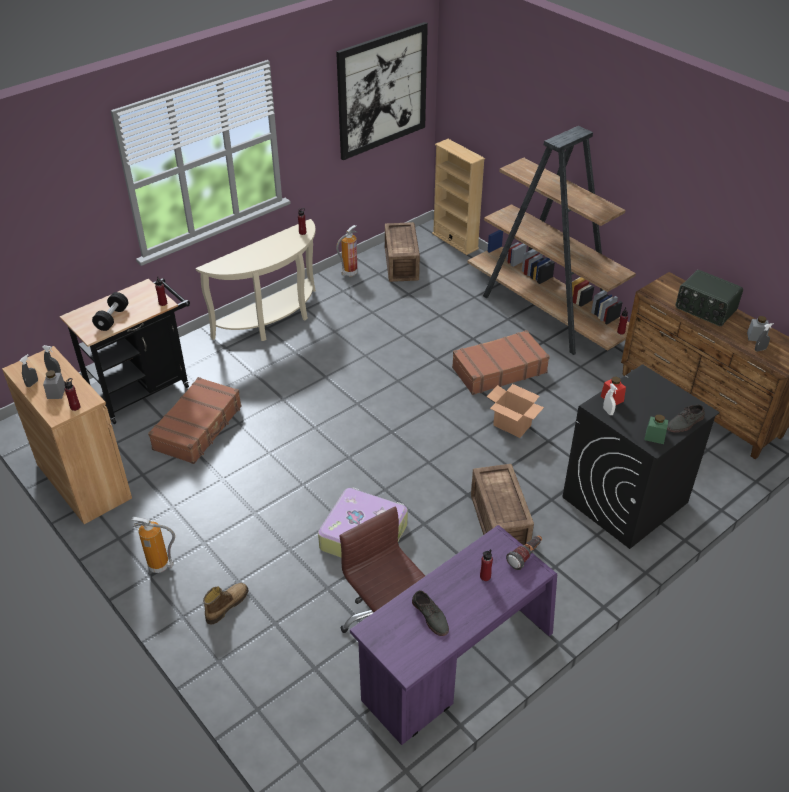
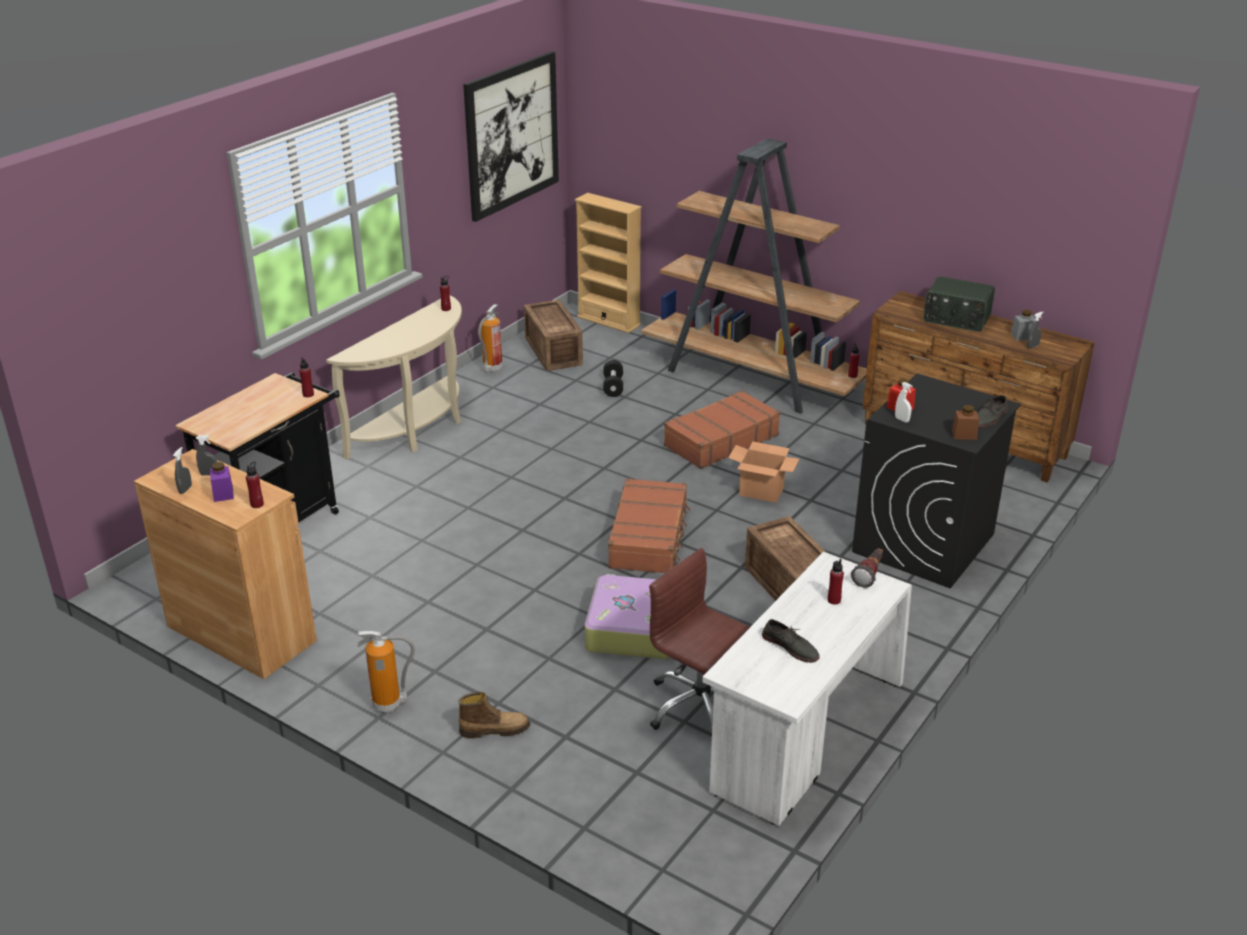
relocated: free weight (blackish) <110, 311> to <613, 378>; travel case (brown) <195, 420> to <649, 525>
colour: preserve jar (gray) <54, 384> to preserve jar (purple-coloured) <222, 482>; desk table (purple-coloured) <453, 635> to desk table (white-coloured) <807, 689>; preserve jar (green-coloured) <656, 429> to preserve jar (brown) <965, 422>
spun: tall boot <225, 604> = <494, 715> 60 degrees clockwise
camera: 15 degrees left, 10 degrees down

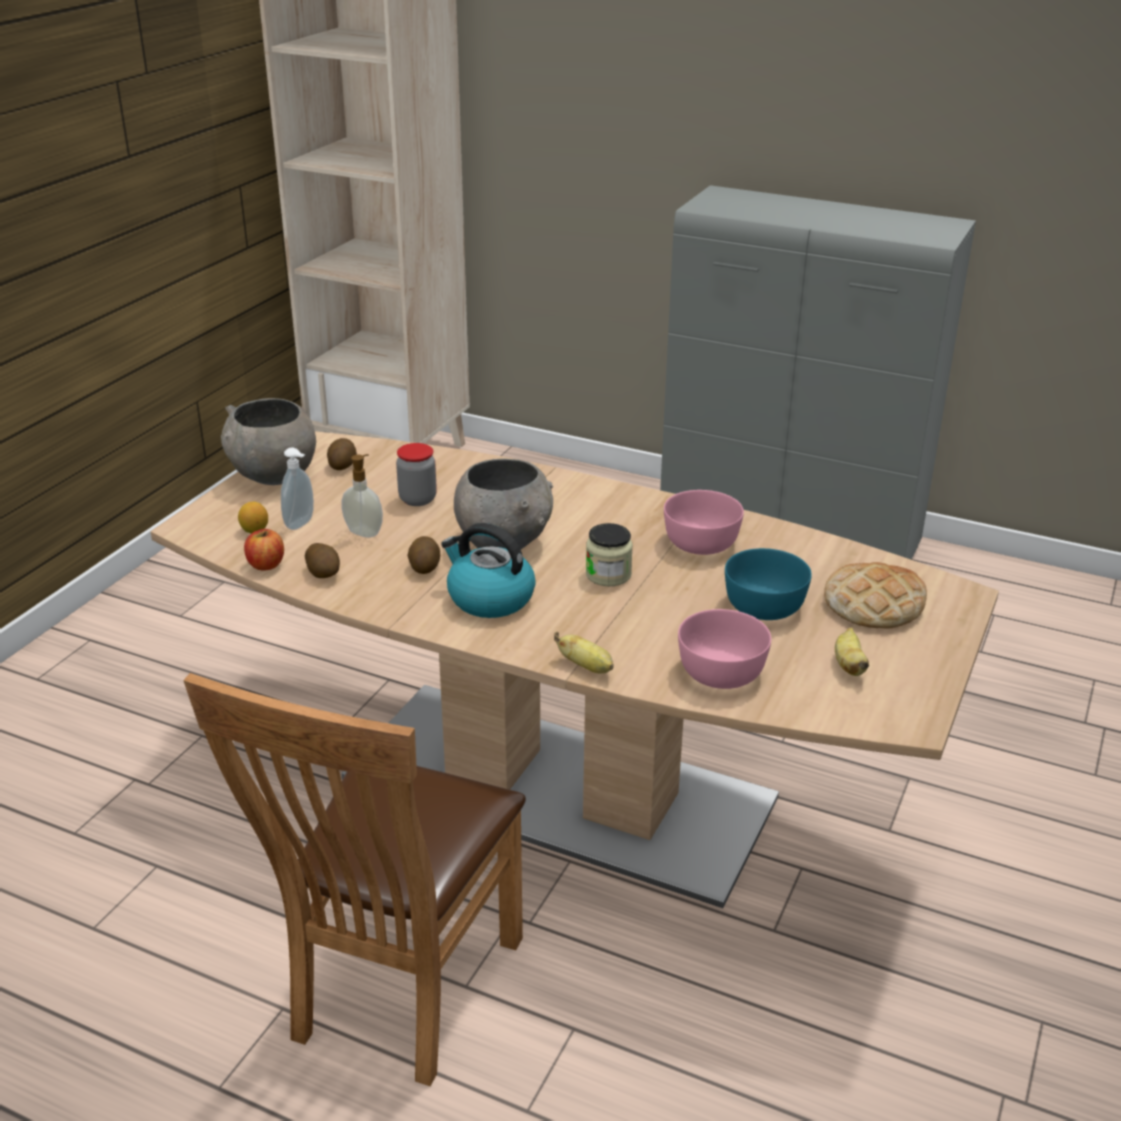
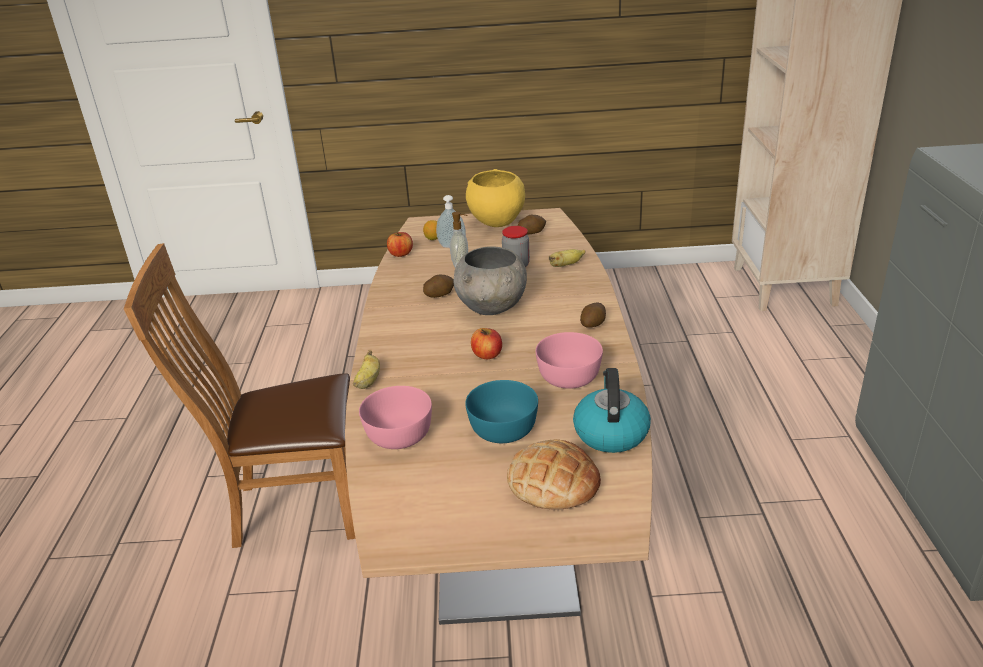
relocated: whole potato <322, 560> to <593, 315>; water kettle <488, 570> to <612, 410>; banana <852, 651> to <567, 258>
exchanged: preserve jar <609, 554> to whole apple <486, 343>
colour: deep dish (gray) <268, 441> to deep dish (yellow) <495, 198>
camera: 65 degrees right, 0 degrees up

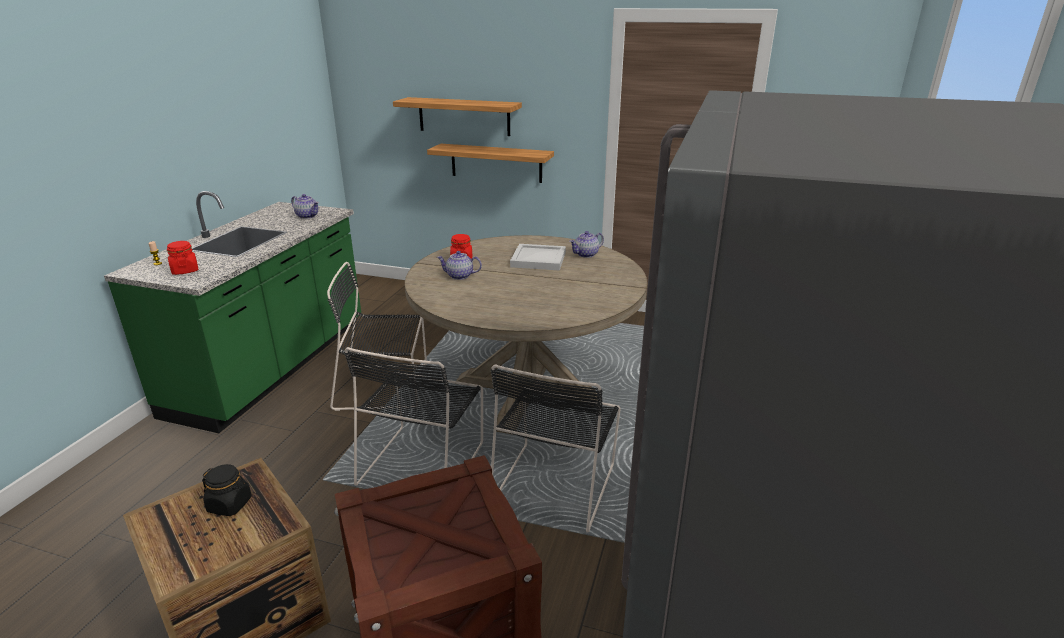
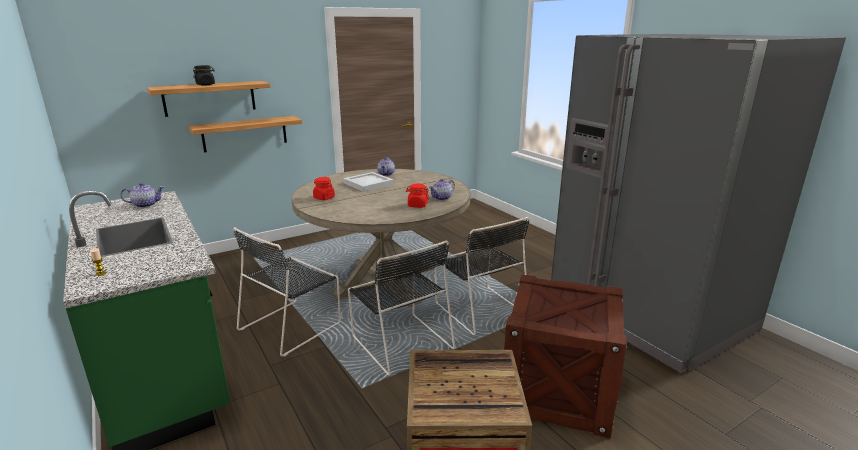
relocated: preserve jar (reddish) <182, 258> to <417, 196>; preserve jar (blackish) <227, 490> to <204, 75>; pot for tea <459, 265> to <442, 189>
camera: 50 degrees left, 5 degrees down

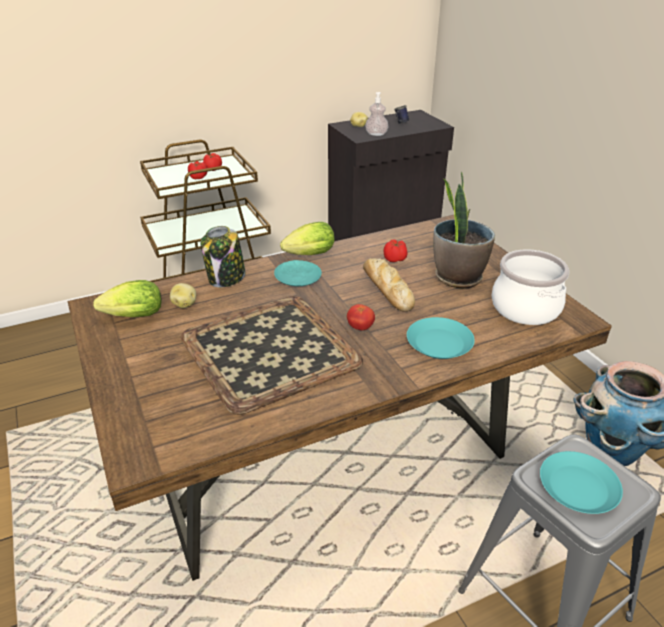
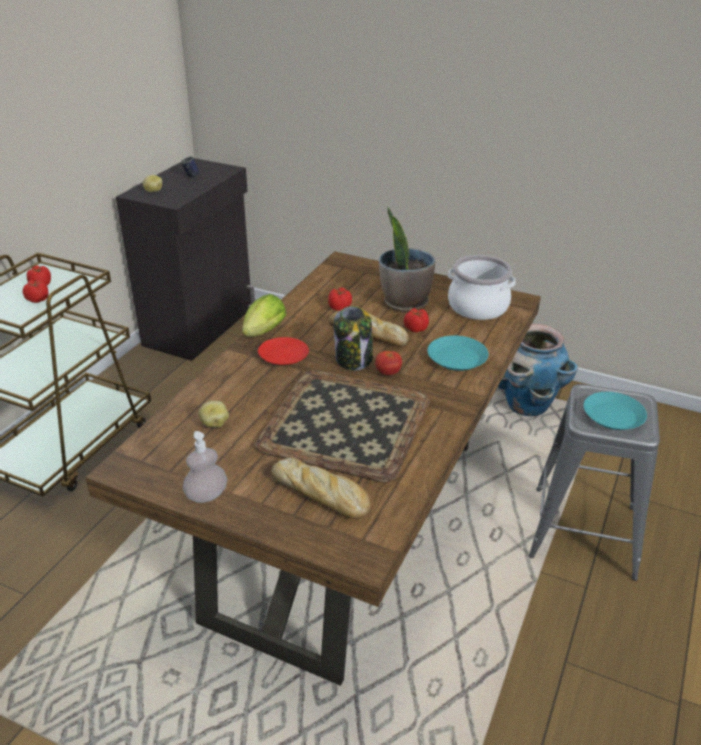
missing: lettuce head <127, 298>
appeared: baked bread <321, 488>; whole tomato <416, 320>
relocated: preserve jar <223, 256> to <353, 338>; soap bottle <377, 114> to <205, 467>
colour: plate (blue-green) <298, 273> to plate (reddish) <283, 351>
camera: 40 degrees left, 0 degrees up

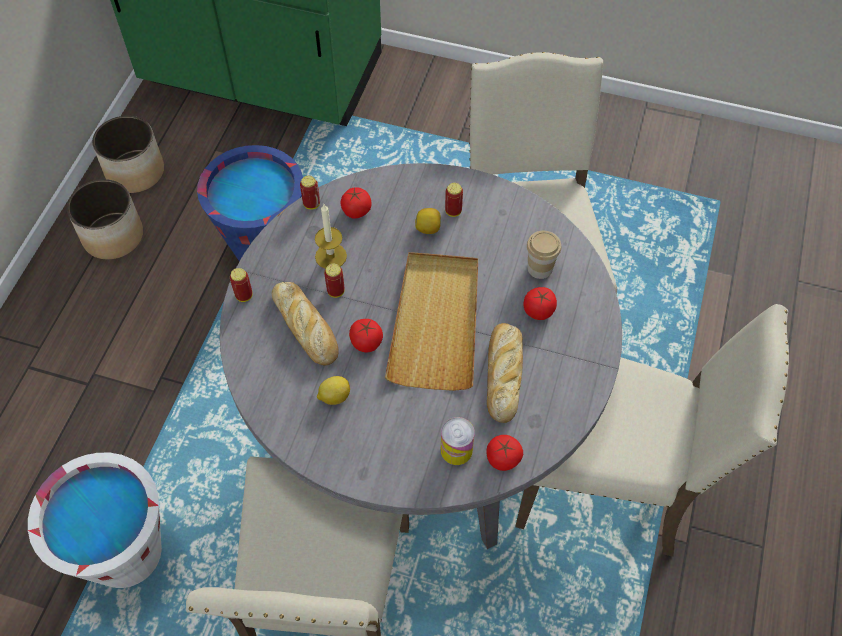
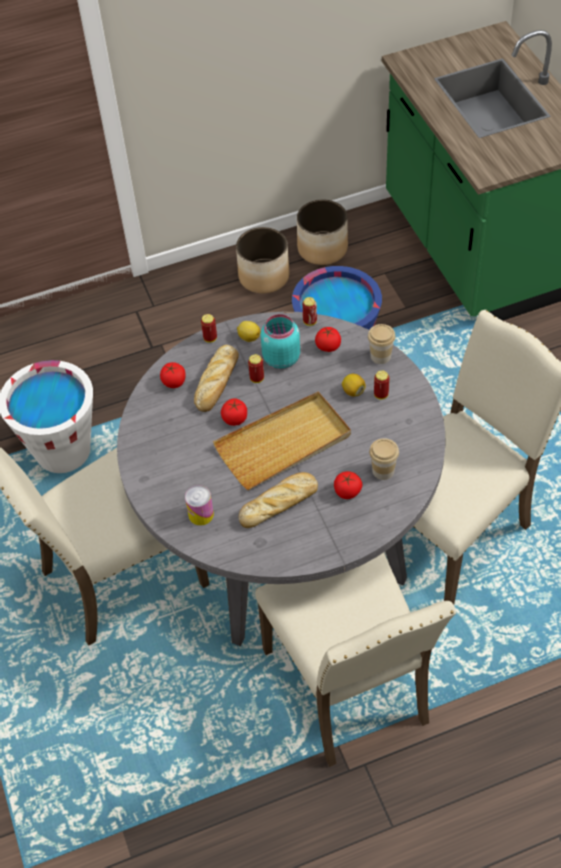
appeared: drinking cup <381, 344>
relocated: citrus fruit <333, 390> to <248, 331>; whole tomato <504, 453> to <173, 375>
exchanged: candle <331, 236> to preserve jar (blue-green) <280, 341>
camera: 55 degrees right, 5 degrees down

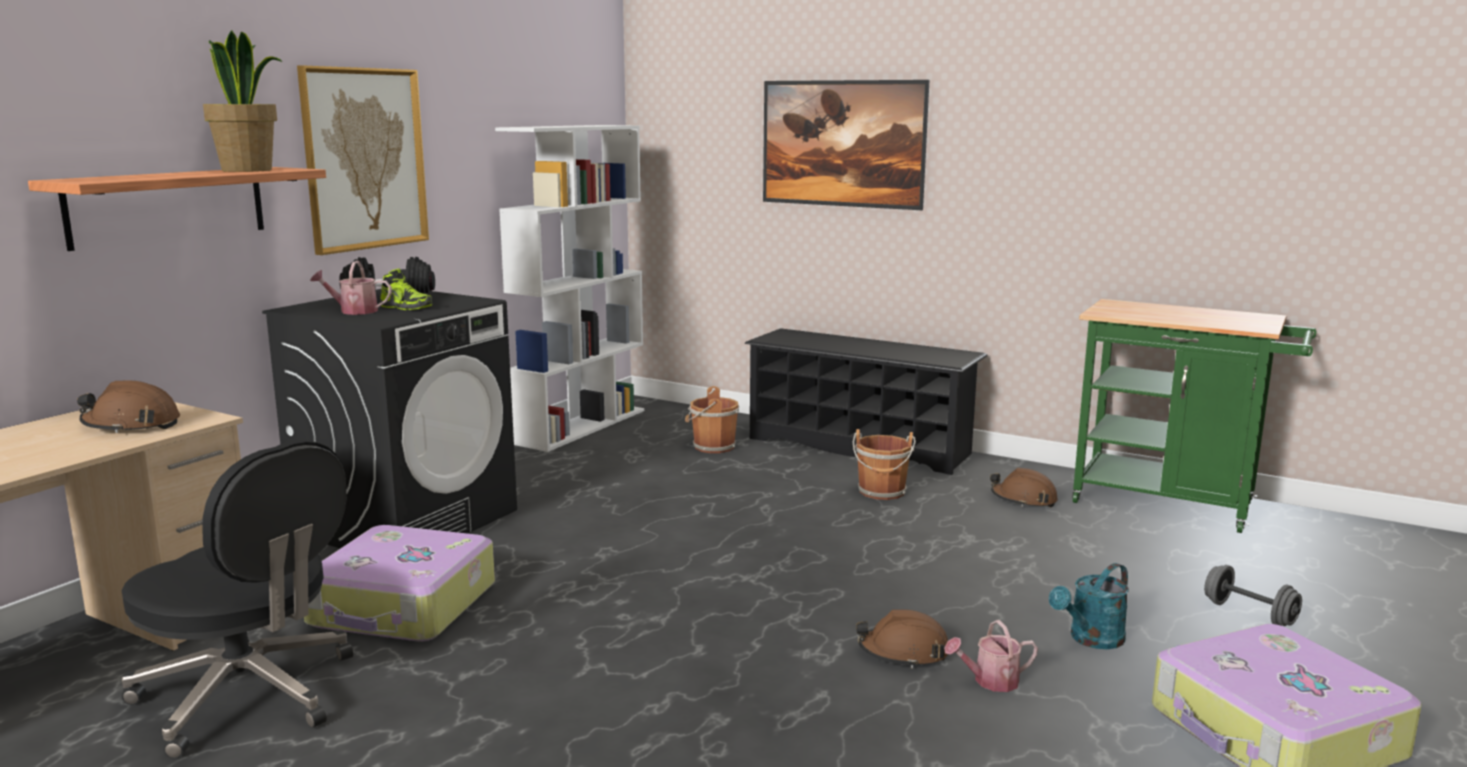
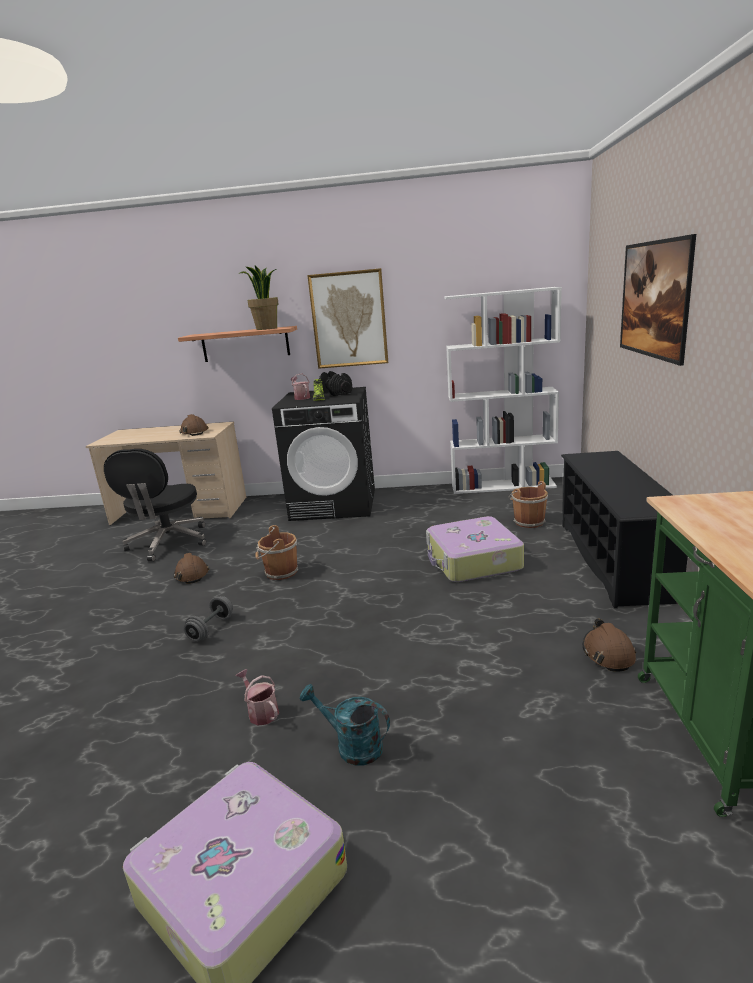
relocated: travel case <399, 583> to <475, 549>; bucket (brown) <884, 464> to <276, 552>; work helmet (brown) <902, 638> to <191, 568>; free weight (gray) <1253, 595> to <208, 618>
camera: 65 degrees right, 5 degrees up

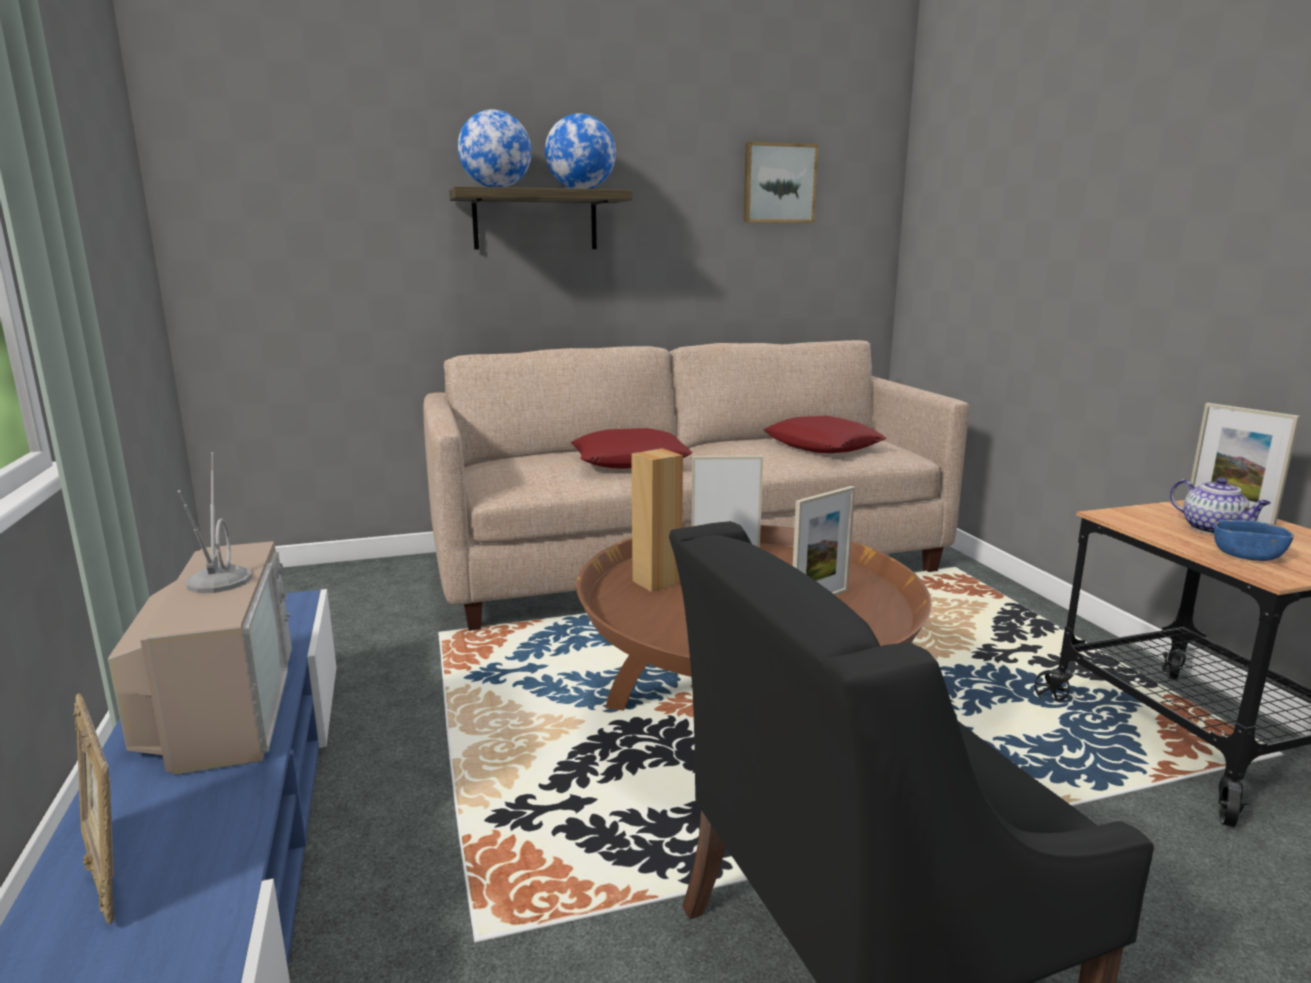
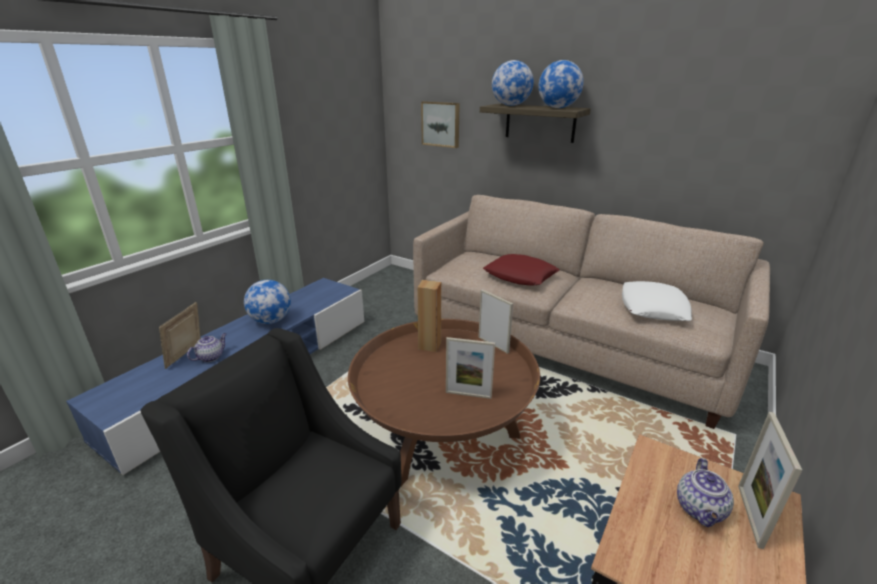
missing: deep dish (blue) <1254, 540>
appeared: pot for tea <207, 347>
relocated: wall art <780, 182> to <440, 124>
exchanged: TV set <200, 614> to world globe <267, 302>
colour: cushion (reddish) <825, 434> to cushion (white-coloured) <657, 301>
camera: 50 degrees right, 10 degrees up

